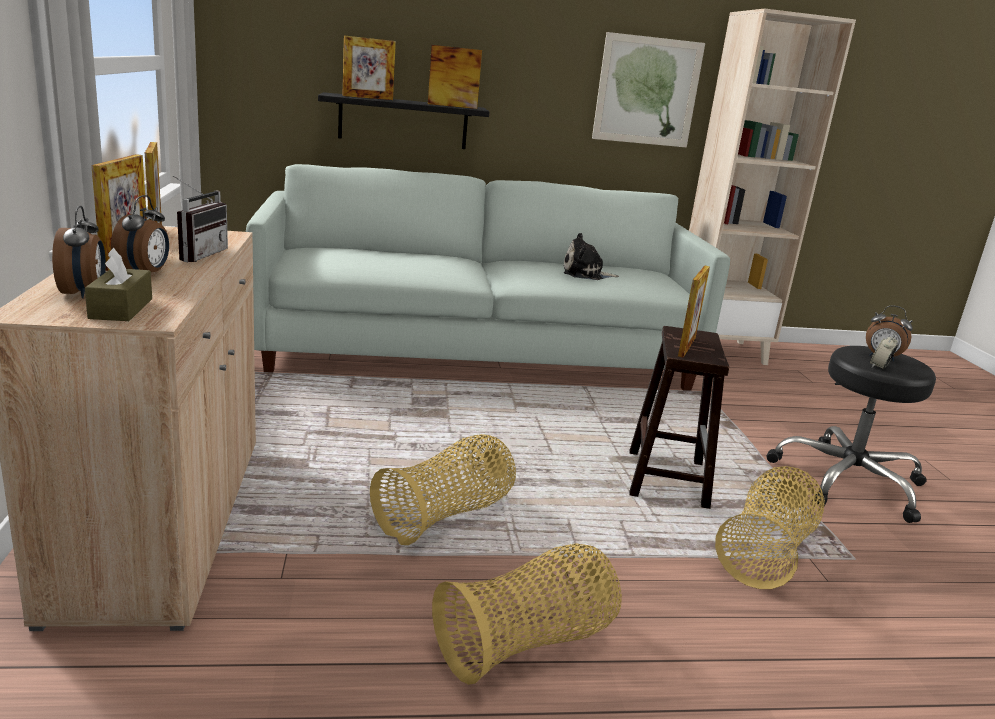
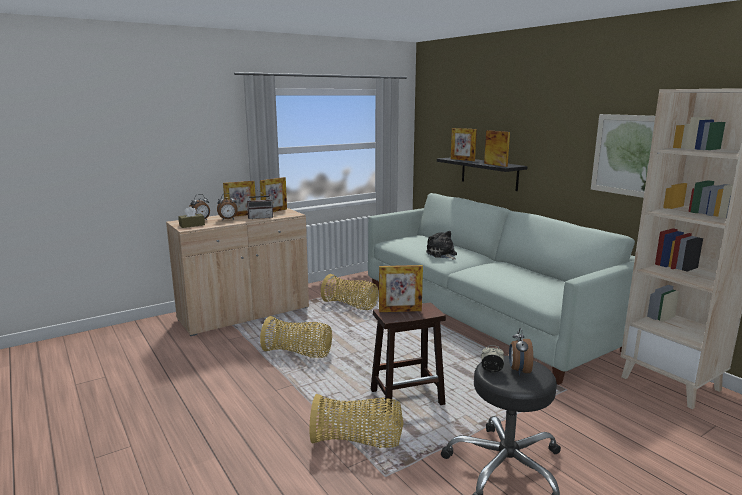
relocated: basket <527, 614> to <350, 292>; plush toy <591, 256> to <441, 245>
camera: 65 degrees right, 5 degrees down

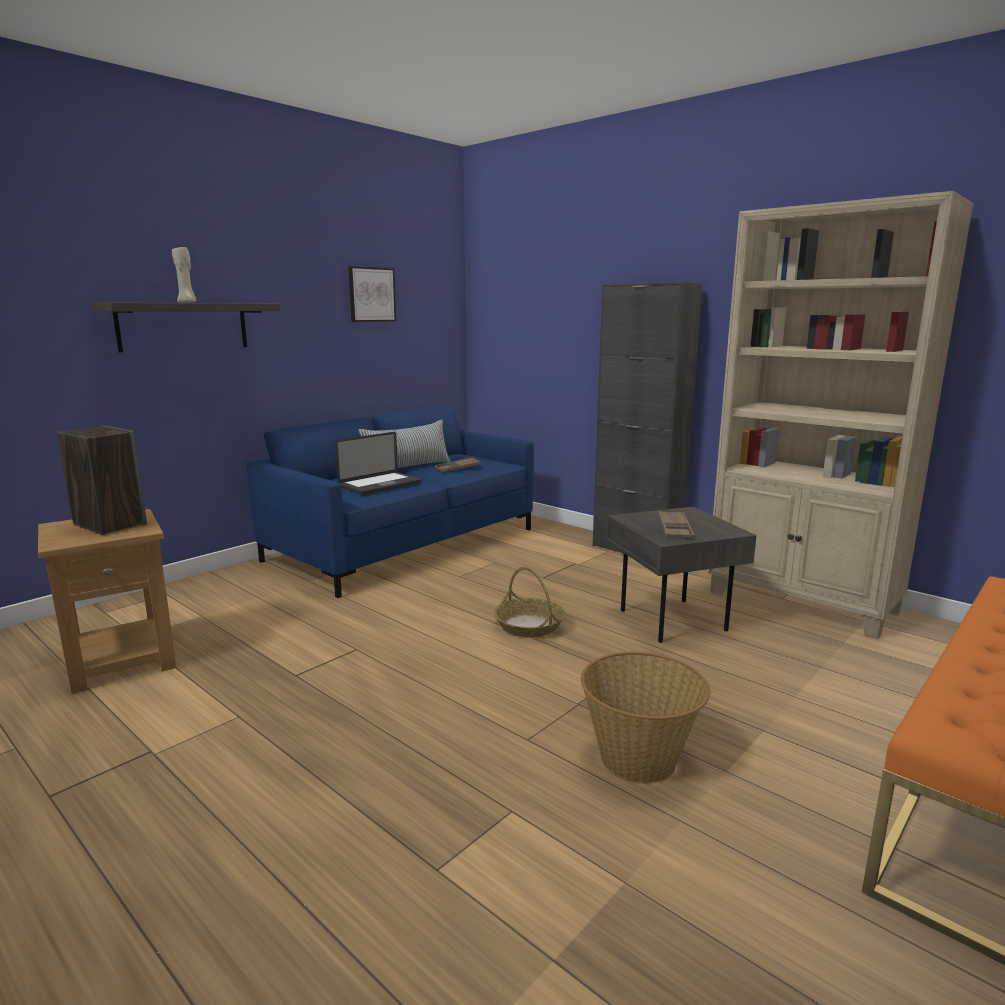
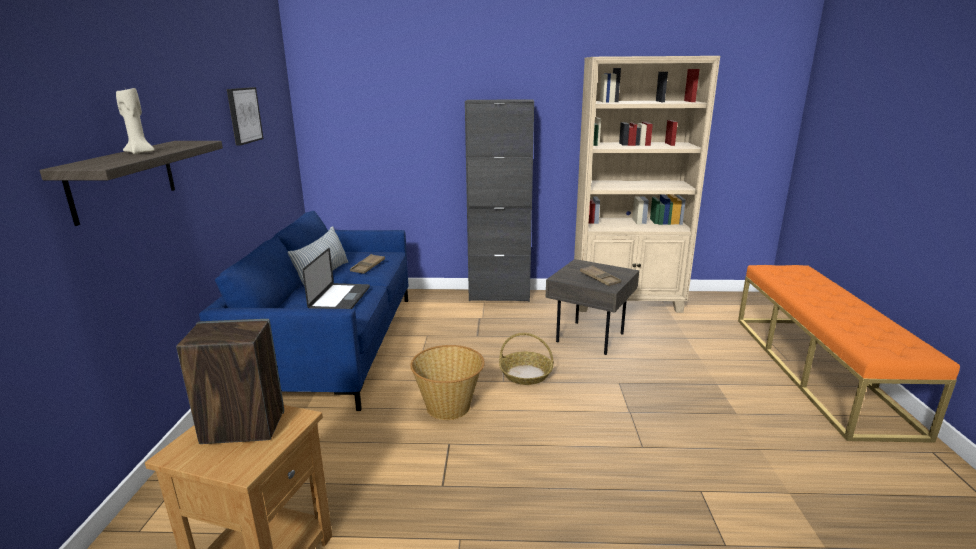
relocated: basket <645, 718> to <447, 382>
camera: 40 degrees left, 5 degrees up

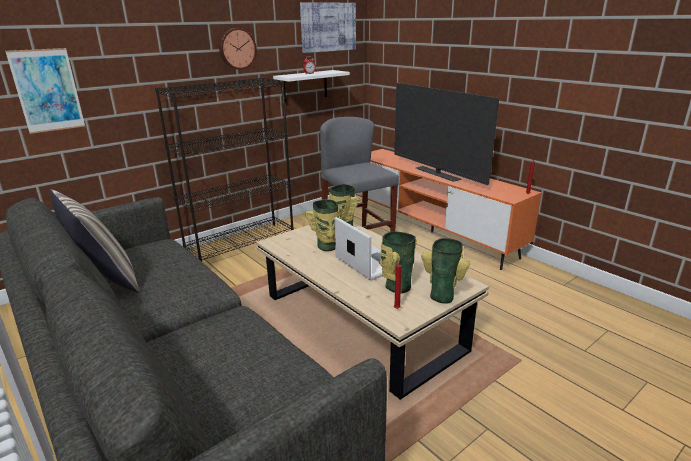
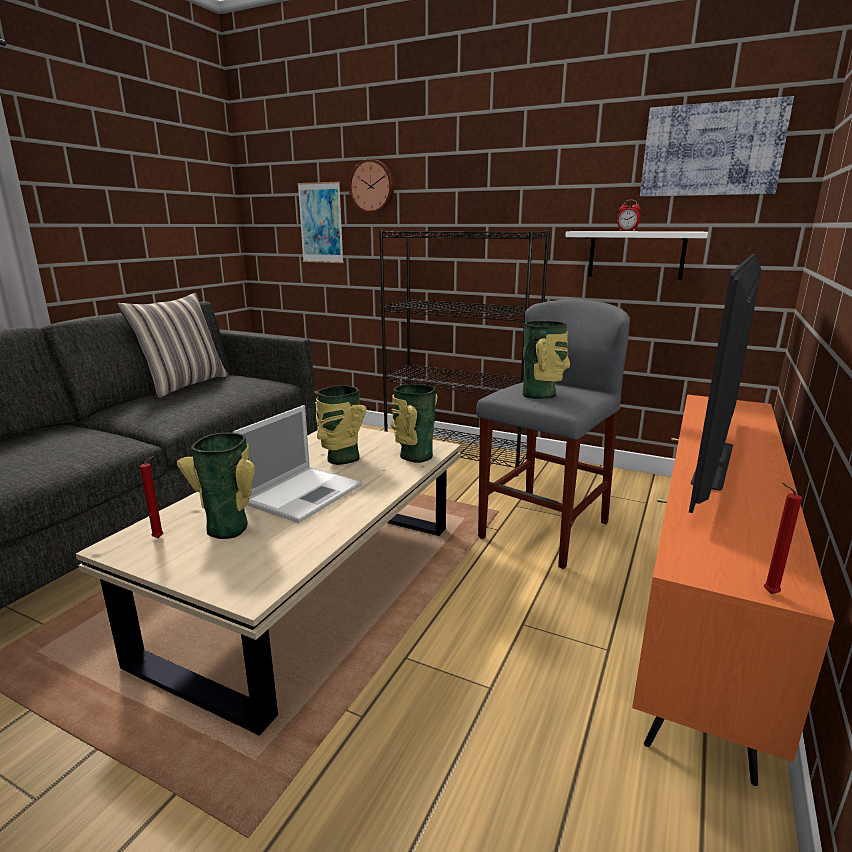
relocated: clock on the wall <238, 49> to <371, 186>; vase <445, 271> to <546, 360>
camera: 65 degrees right, 5 degrees down

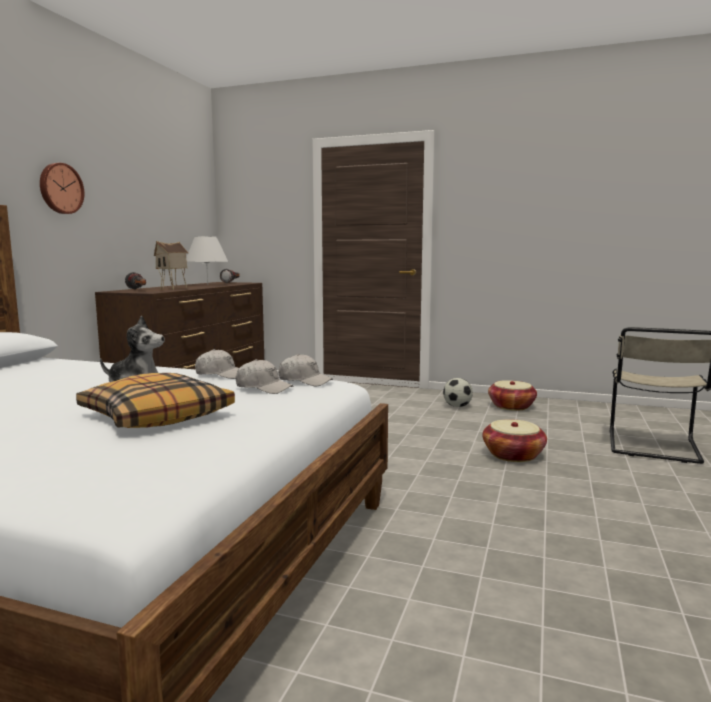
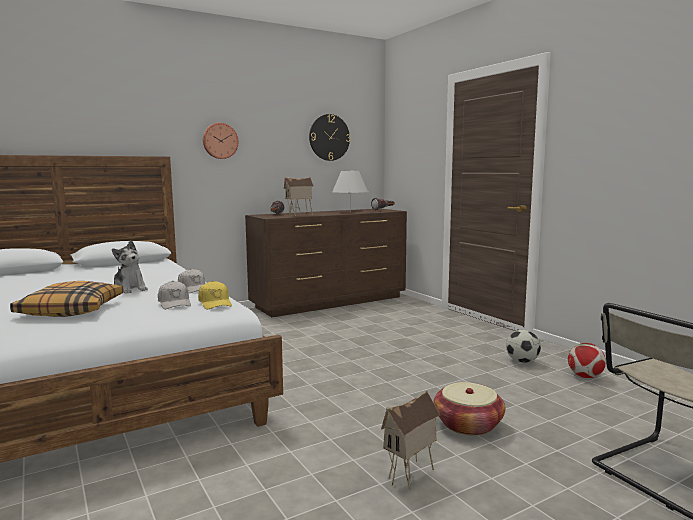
appeared: clock on the wall <329, 137>; miniature house <410, 440>
exchanged: basket <512, 395> to football <587, 360>
colour: cap (white-coloured) <305, 370> to cap (yellow) <215, 295>
camera: 40 degrees right, 0 degrees up

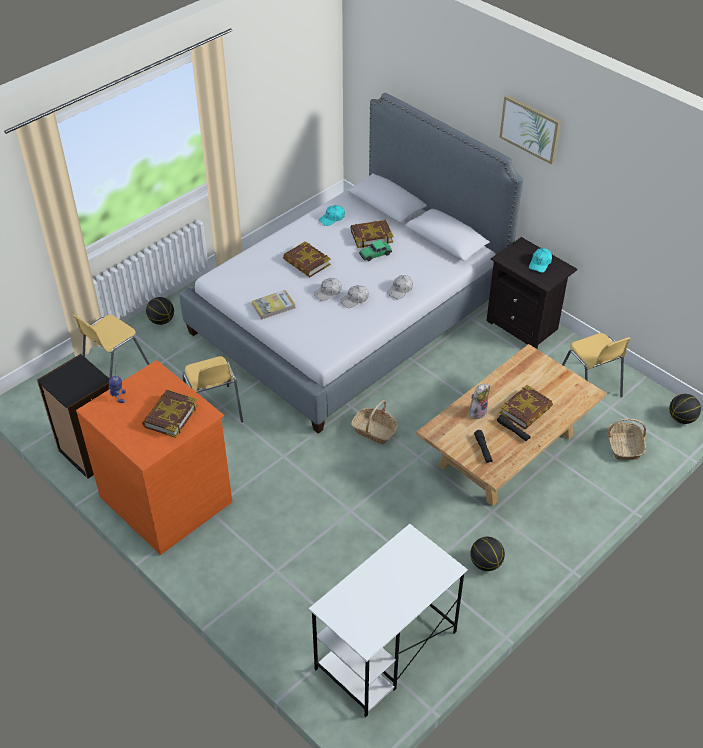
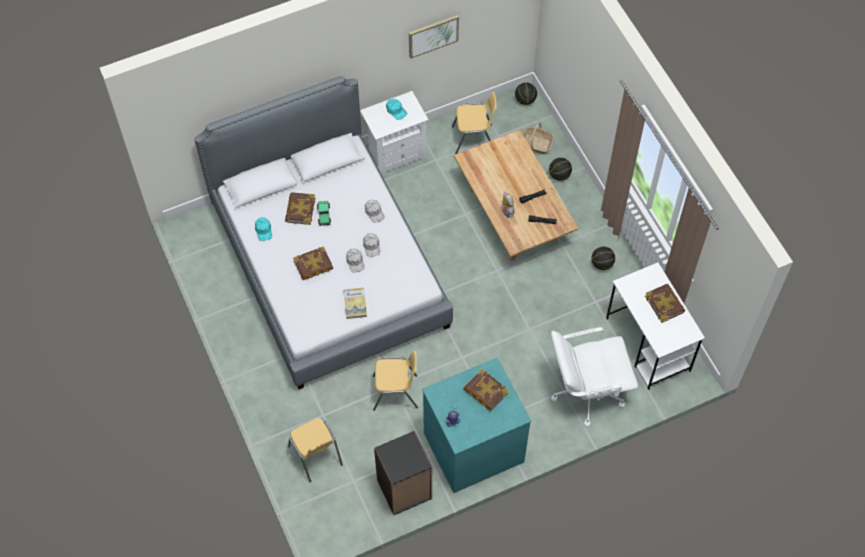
missing: basket <374, 422>
appeared: desk chair (white-coloured) <594, 377>
relocated: basketball <160, 311> to <560, 169>; wall art <530, 130> to <434, 37>; bound book <526, 407> to <665, 303>
colour: drawer chest (orange-coloured) <154, 457> to drawer chest (blue-green) <476, 425>; night table (blackish) <532, 293> to night table (white-coloured) <394, 133>
camera: 70 degrees left, 15 degrees up

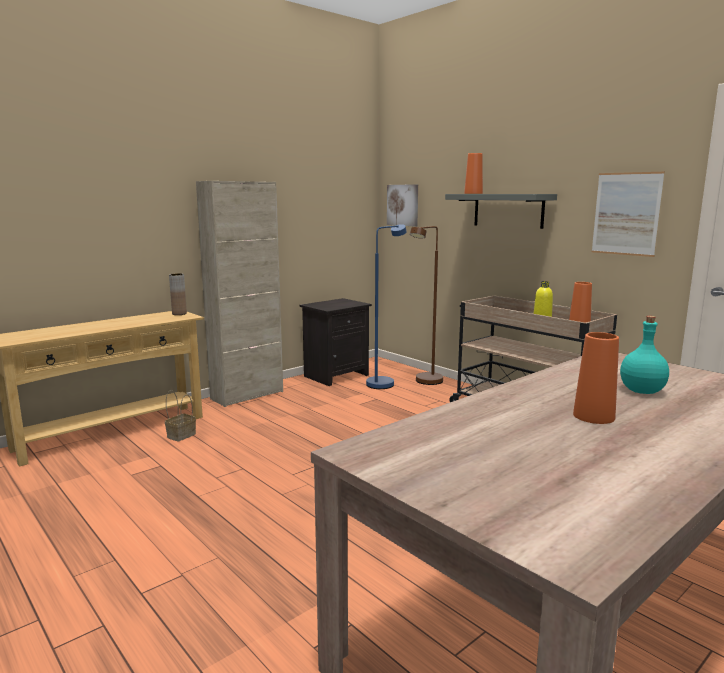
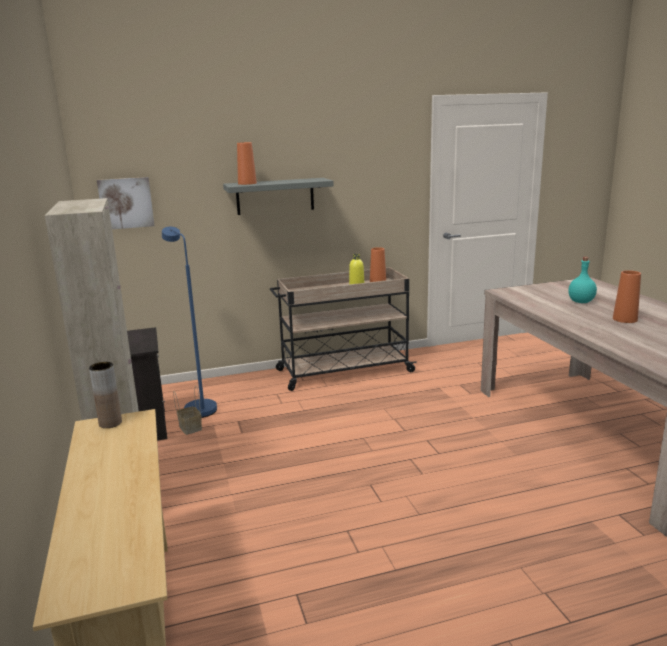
missing: standard lamp (brown) <426, 305>; wall art <628, 214>
relocated: basket <180, 415> to <187, 410>
camera: 65 degrees left, 5 degrees up

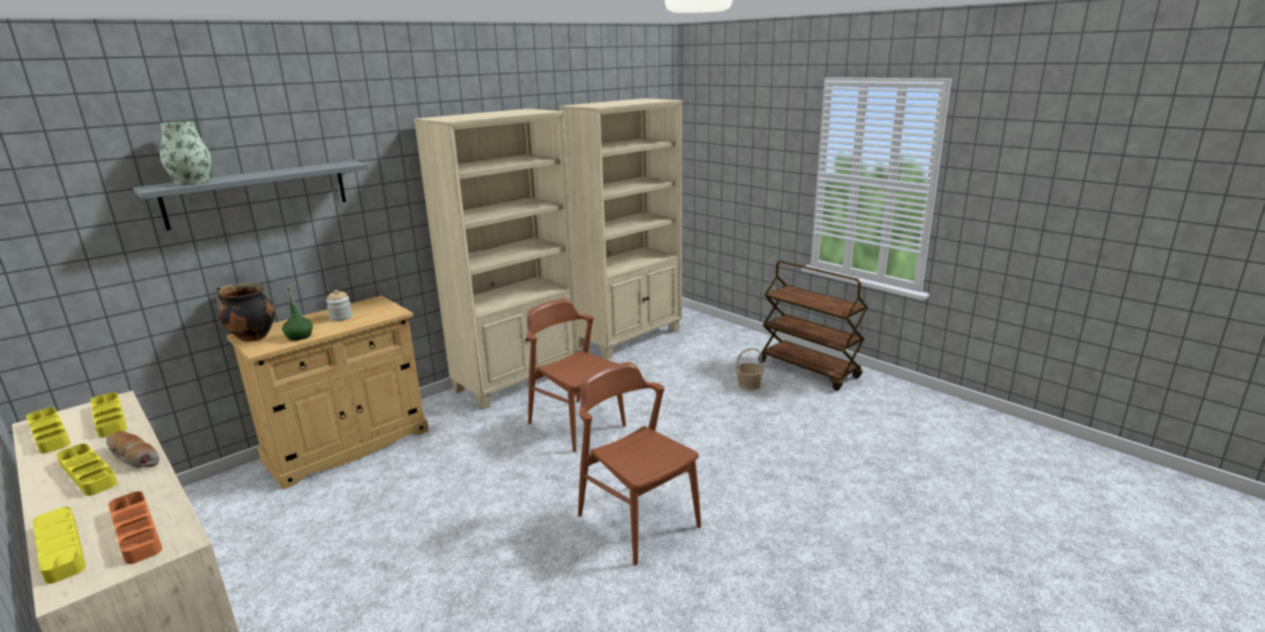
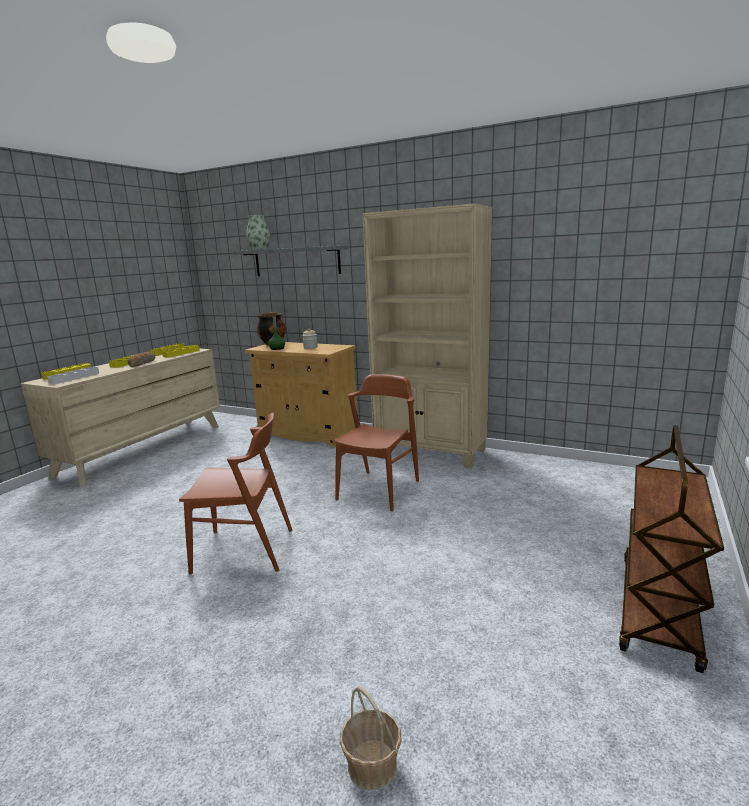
missing: bookshelf (beige) <620, 229>
relocated: basket <750, 369> to <371, 738>
colour: carrying tray (orange-coloured) <135, 527> to carrying tray (white-coloured) <73, 375>
spun: chair (brown) <639, 464> = <236, 493> 60 degrees clockwise
camera: 70 degrees right, 5 degrees down

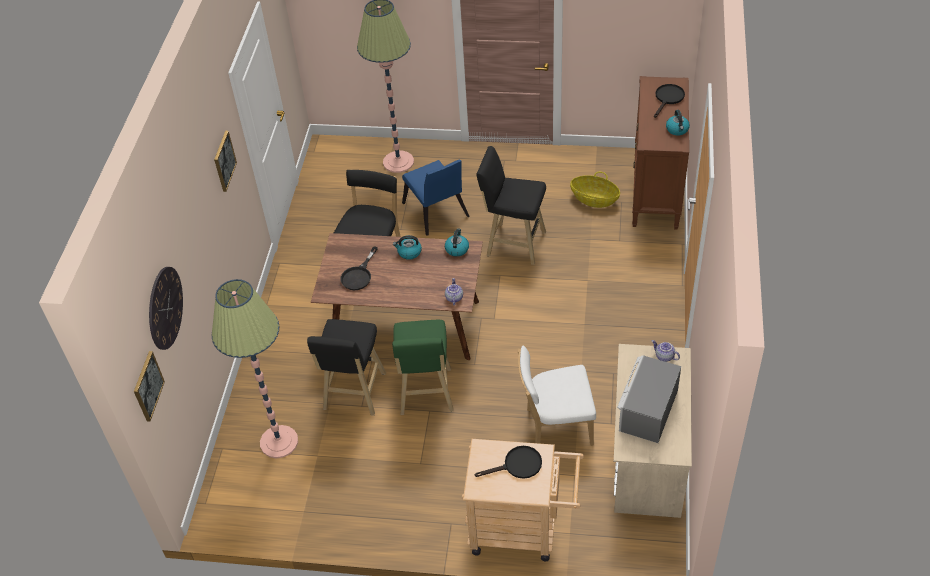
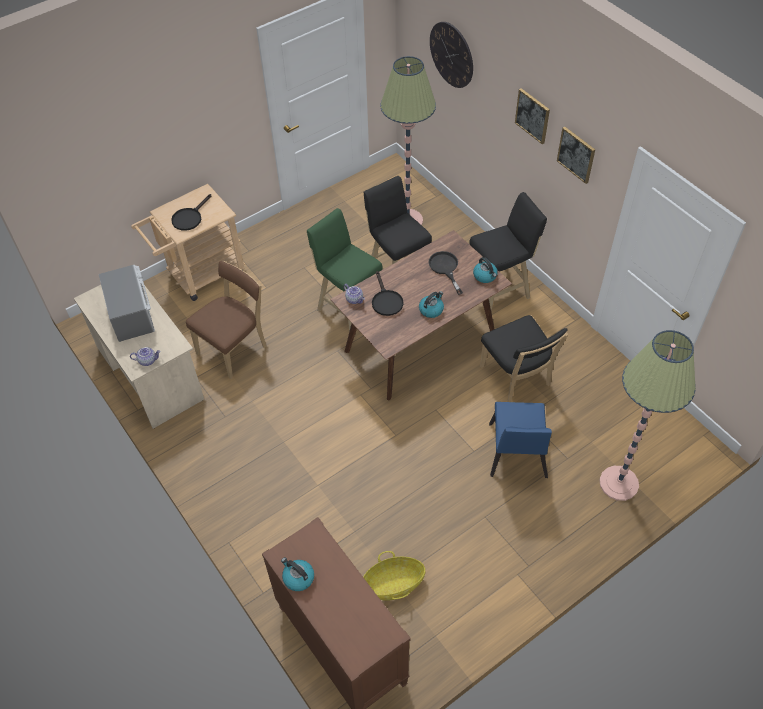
relocated: wall art <149, 386> to <532, 116>; water kettle <457, 243> to <485, 270>; sitting stool (blackish) <511, 205> to <508, 251>; pan (blackish) <669, 101> to <387, 293>
colour: chair (white-coloured) <557, 395> to chair (brown) <226, 320>
spun: chair (blue) <436, 198> = <520, 440> 105 degrees counterclockwise
camera: 135 degrees right, 5 degrees up

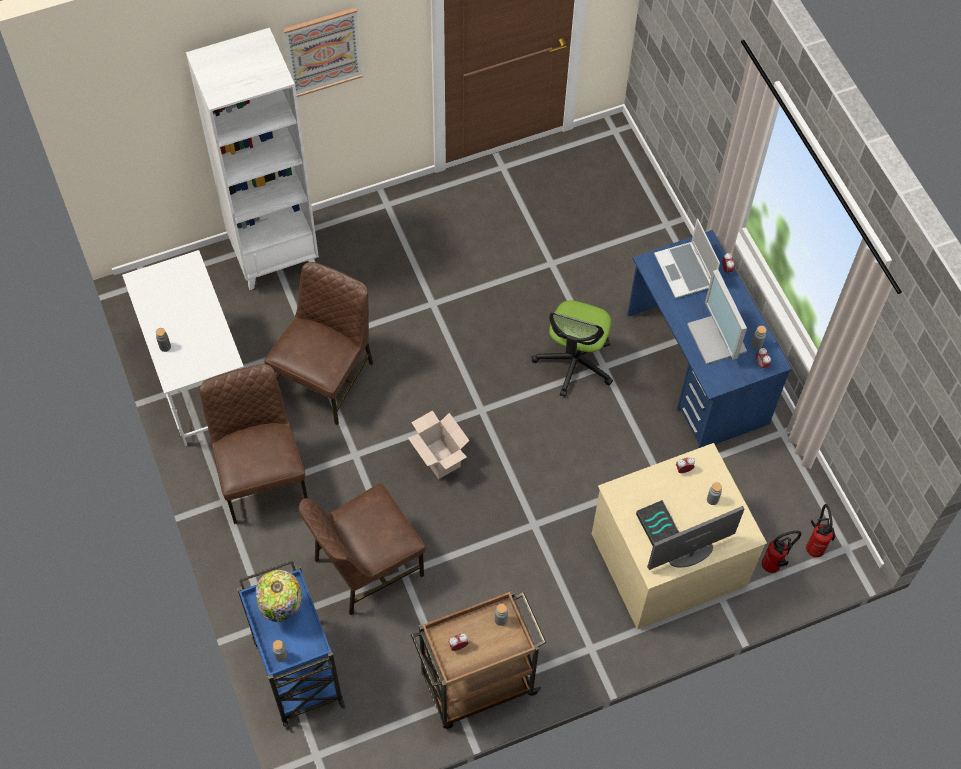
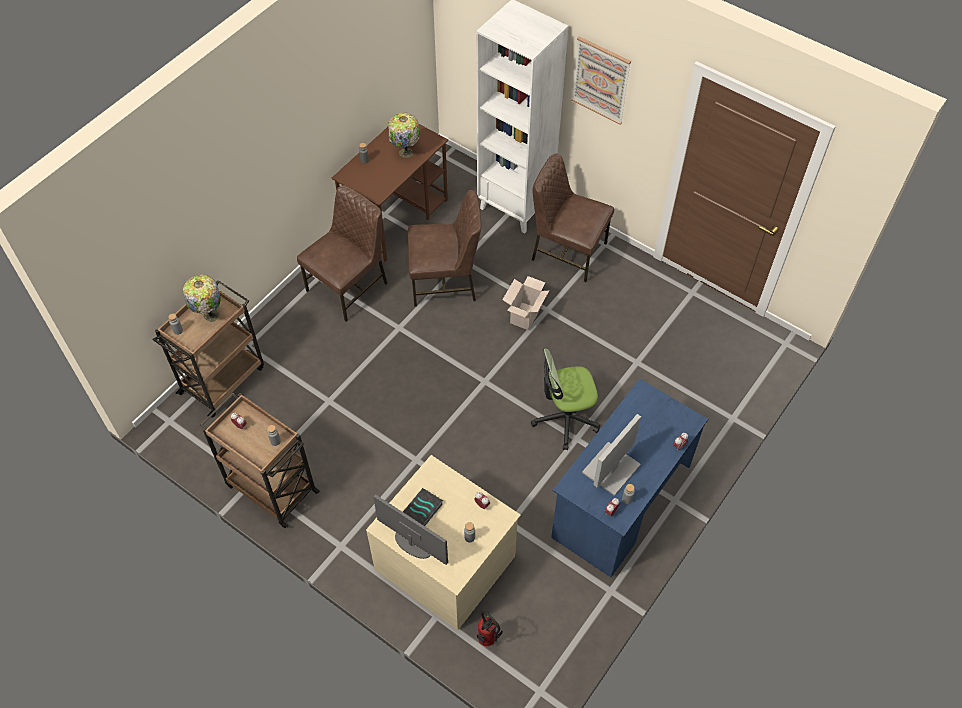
missing: laptop <687, 258>; fire extinguisher <821, 530>
appeared: tabletop lamp <403, 135>
relocated: chair (brown) <362, 549> to <573, 218>; carton <439, 444> to <525, 303>
colour: desk table (white-coloured) <183, 348> to desk table (brown) <390, 193>; cart (blue) <291, 645> to cart (brown) <208, 349>
camera: 60 degrees right, 5 degrees down

